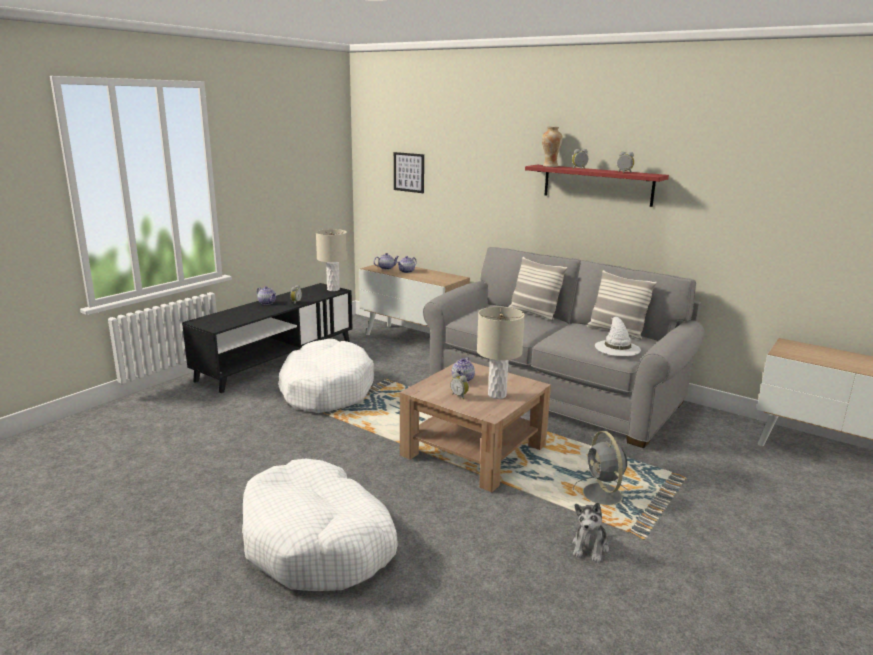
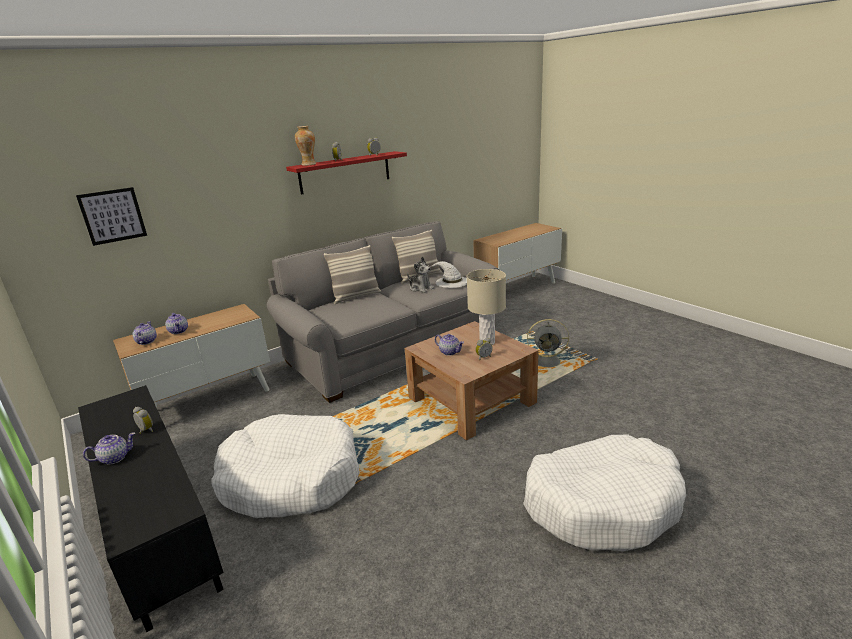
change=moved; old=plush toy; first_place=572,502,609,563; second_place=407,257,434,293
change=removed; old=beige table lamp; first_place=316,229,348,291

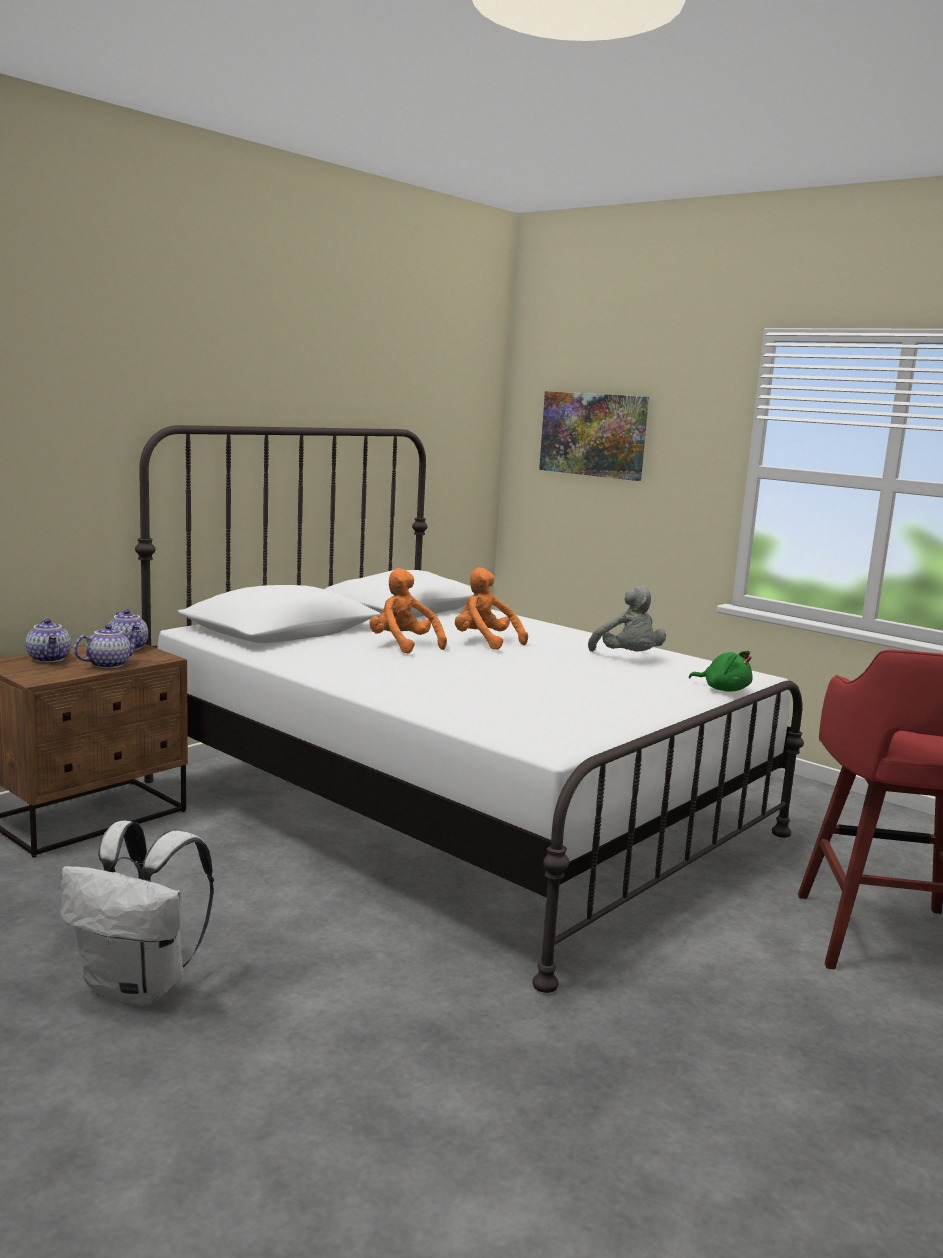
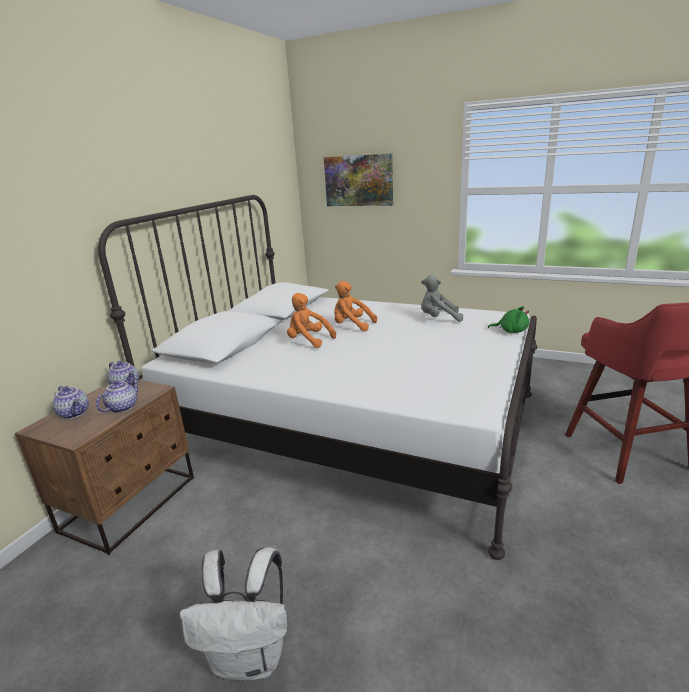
change=turned; old=grey plush toy; first_place=588,586,666,652; second_place=421,275,463,322; degrees=135

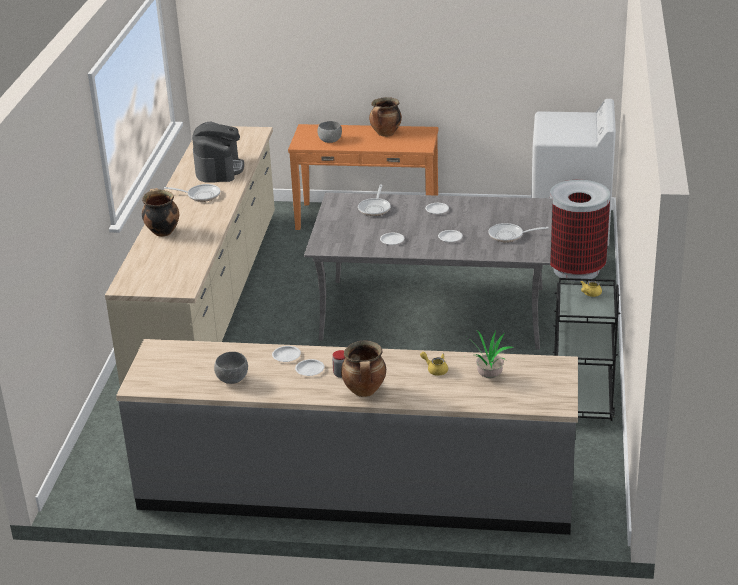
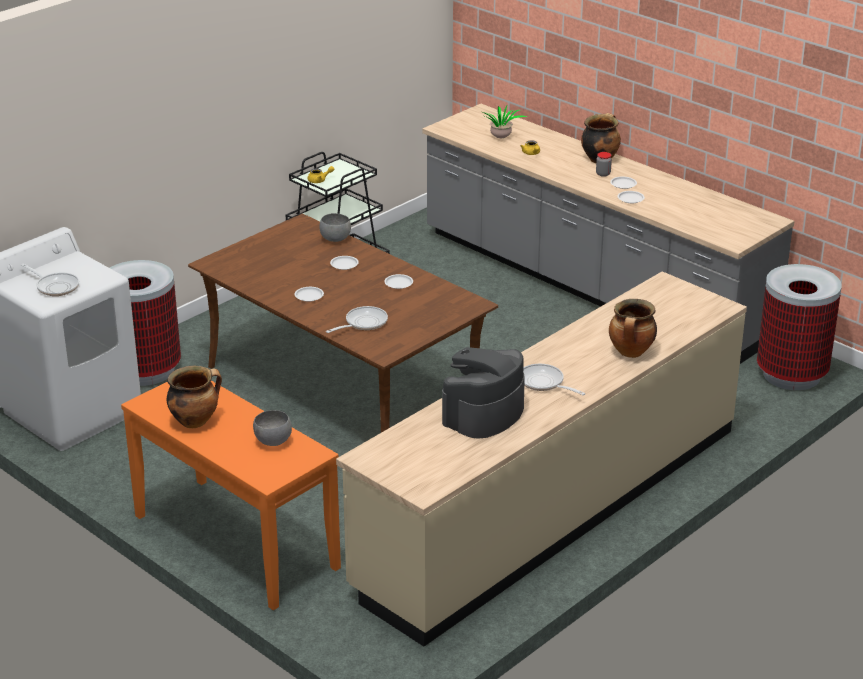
change=moved; old=frying pan; first_place=488,223,549,242; second_place=21,264,79,296
change=recoloured; old=grey dining table; new=brown dining table; first_place=304,193,553,350; second_place=188,213,498,433
change=moved; old=grey bowl; first_place=214,352,248,384; second_place=319,213,351,242
change=added; new=trash can; second_place=757,264,842,390

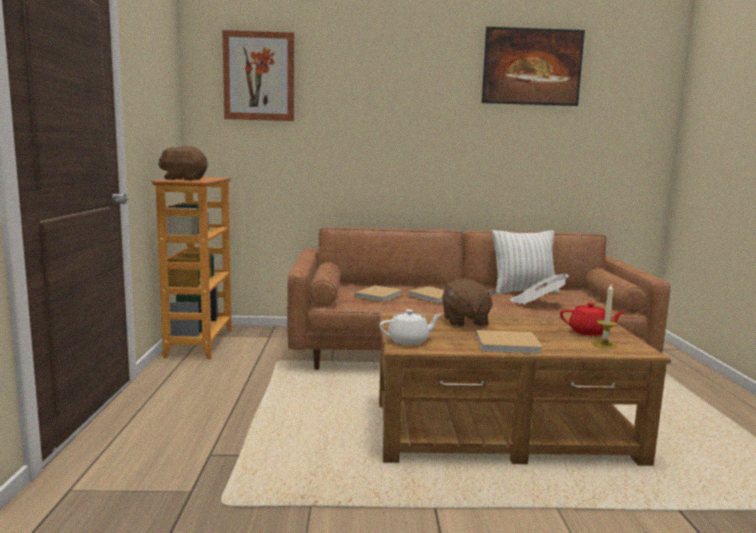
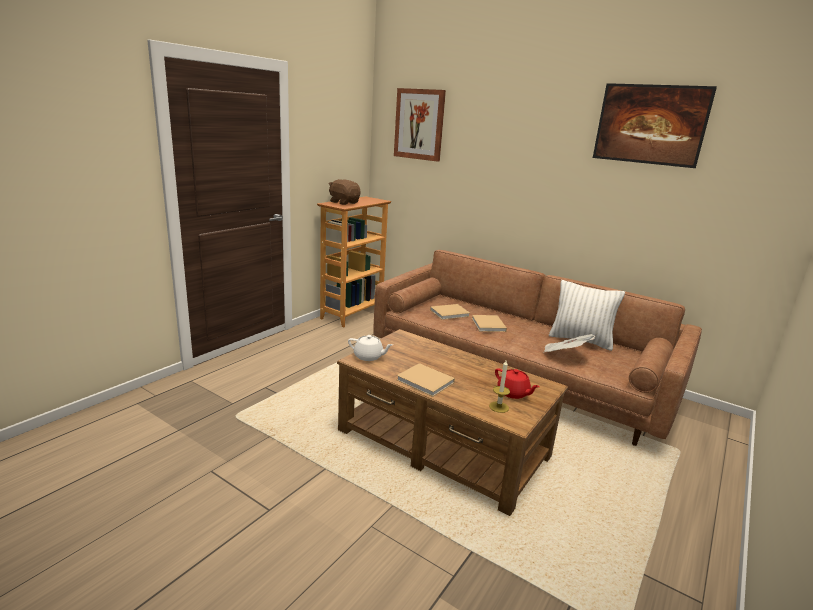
change=removed; old=brown plush toy; first_place=442,279,496,327

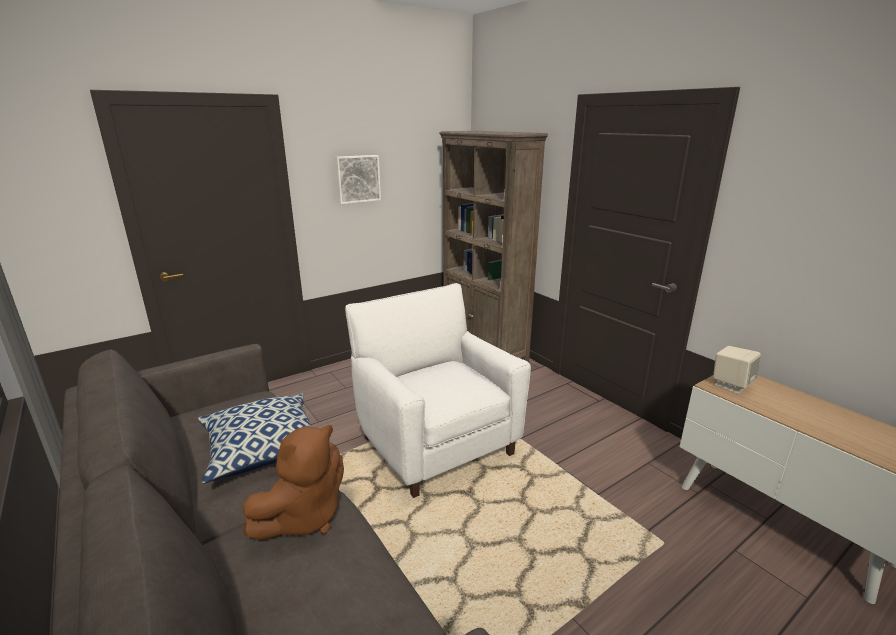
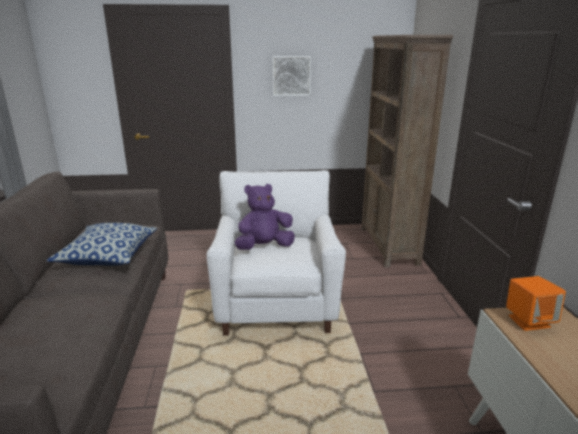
change=added; new=purple plush toy; second_place=235,184,295,250
change=recoloured; old=beige speaker; new=orange speaker; first_place=713,346,761,394; second_place=506,276,566,331
change=removed; old=brown plush toy; first_place=243,425,344,540

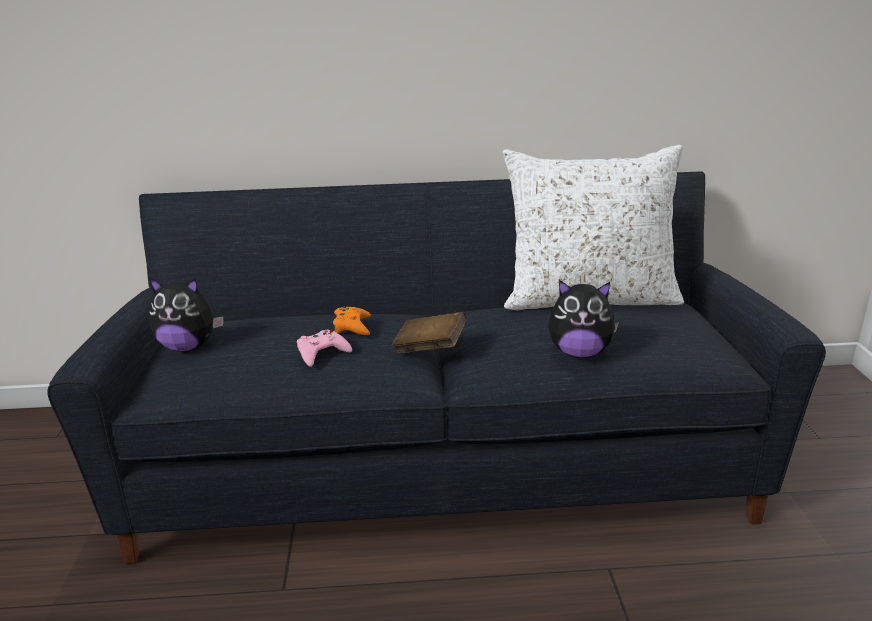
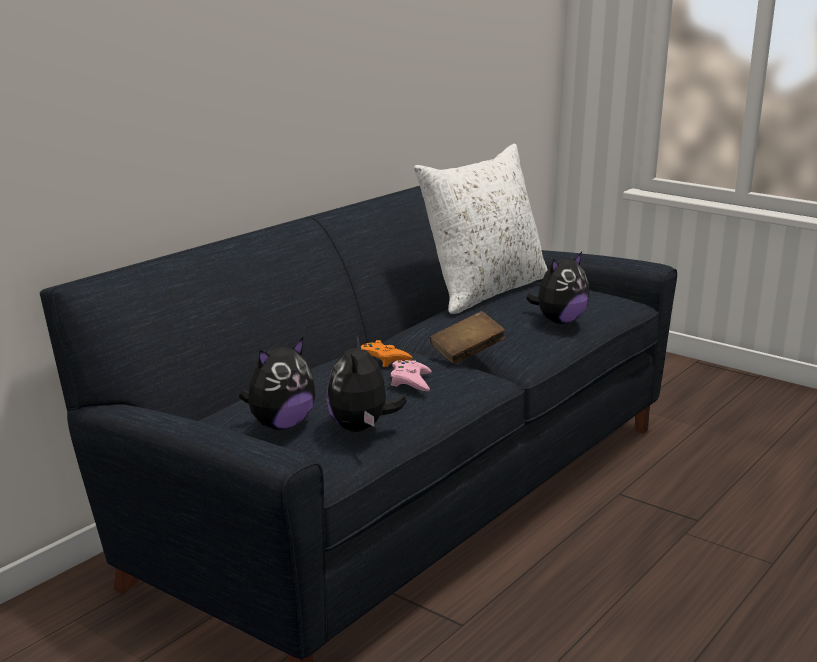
change=added; new=plush toy; second_place=327,336,406,432

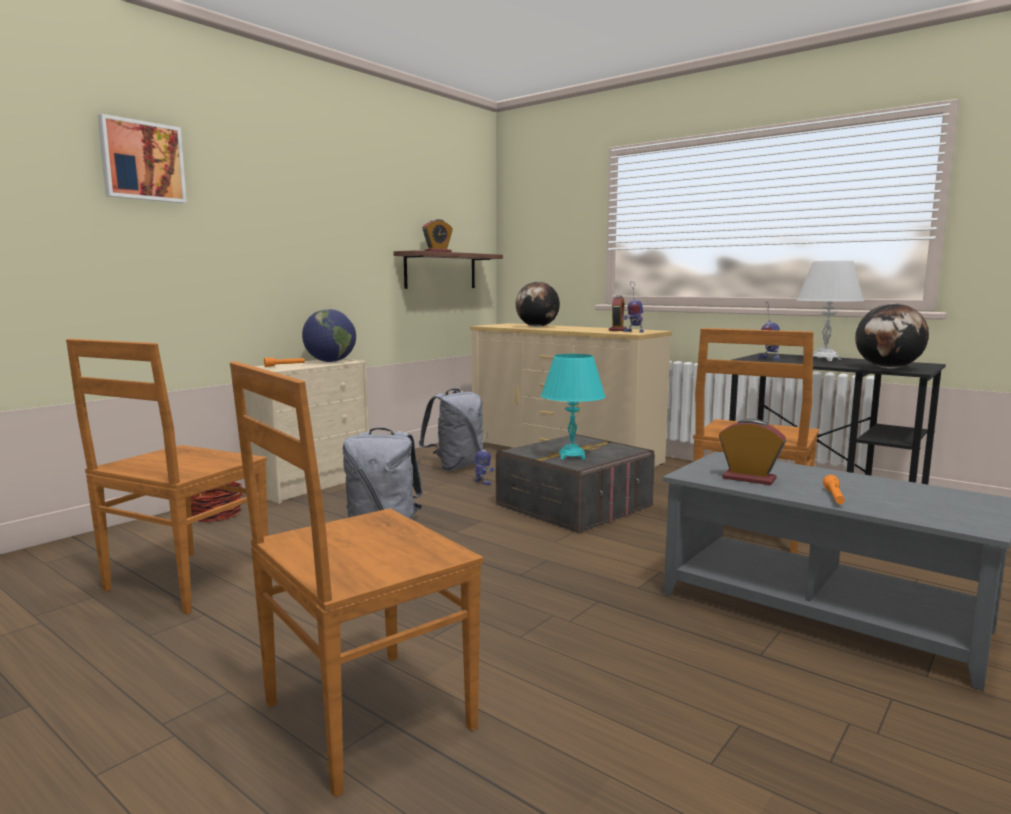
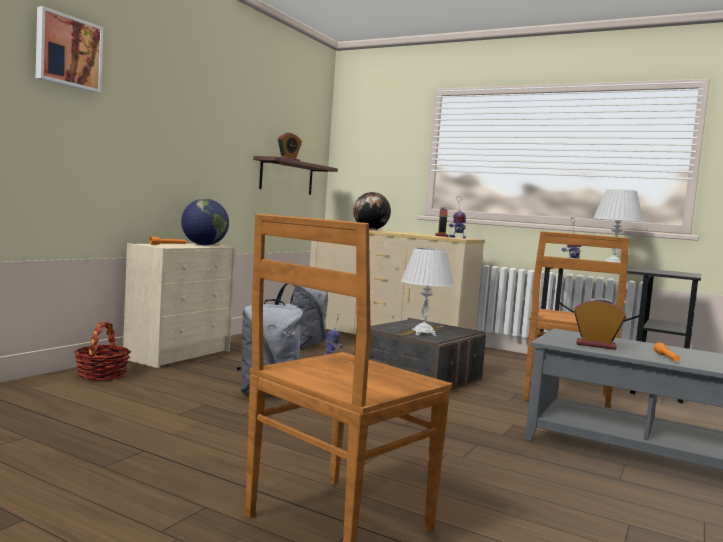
change=recoloured; old=turquoise table lamp; new=white table lamp; first_place=541,354,606,460; second_place=401,248,455,336
change=removed; old=brown chair; first_place=66,339,268,614
change=removed; old=globe; first_place=855,303,929,369

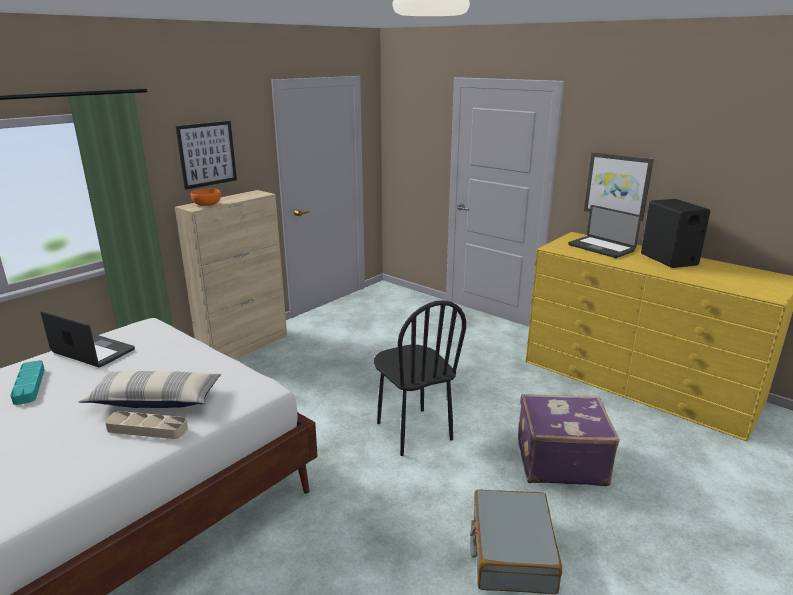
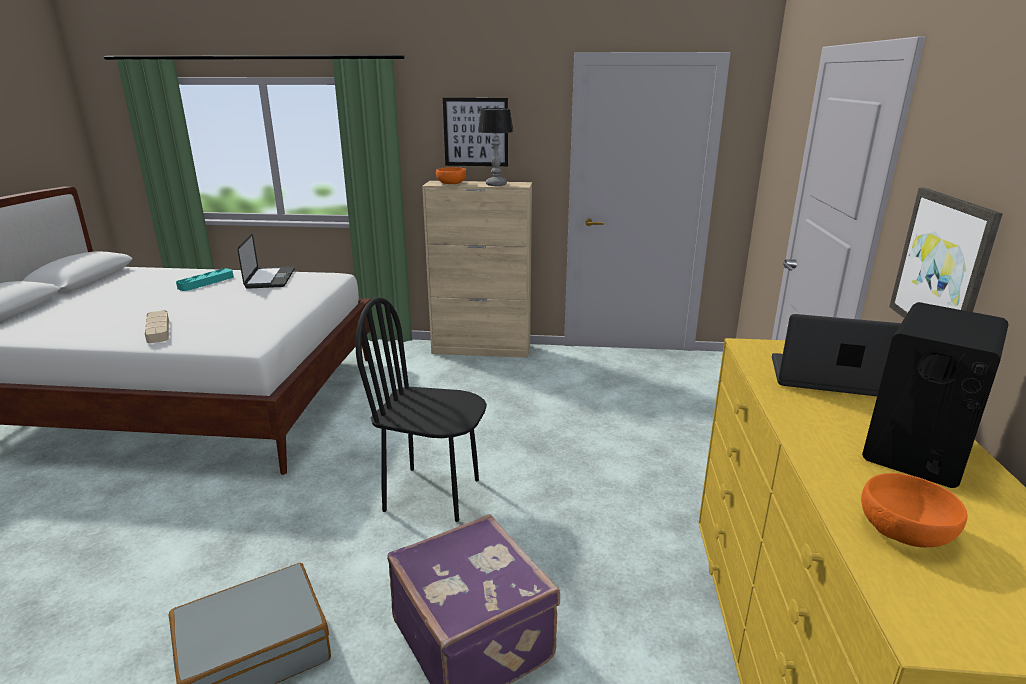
change=turned; old=black chair; first_place=374,300,466,456; second_place=355,297,487,522; degrees=75
change=added; new=table lamp; second_place=478,108,514,186
change=turned; old=laptop; first_place=568,205,641,258; second_place=772,314,901,396; degrees=90
change=added; new=orange bowl; second_place=861,473,968,547
change=removed; old=pillow; first_place=78,371,221,408

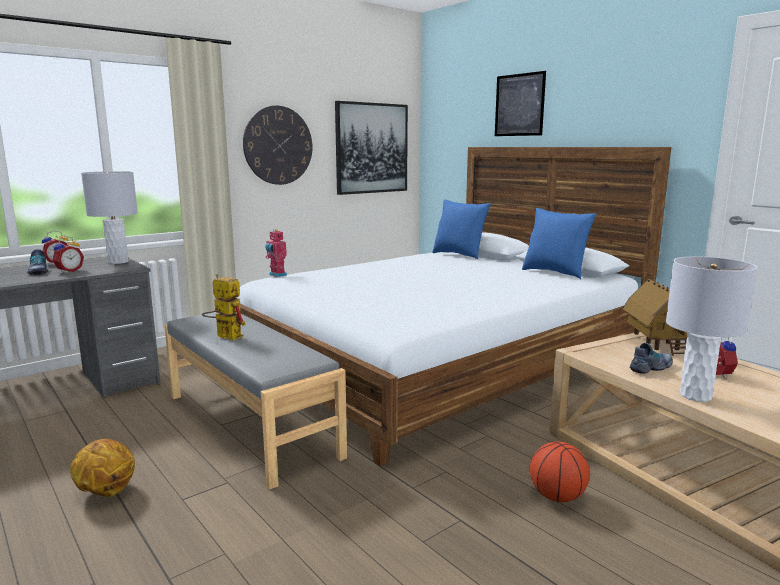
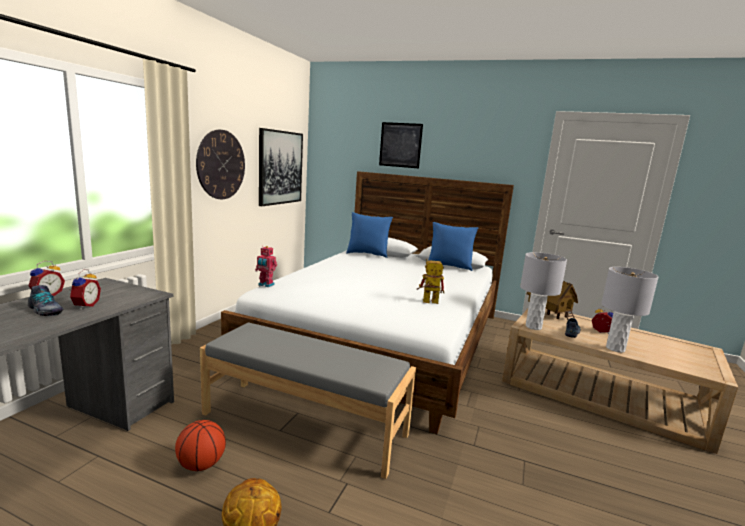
change=moved; old=basketball; first_place=530,441,590,502; second_place=175,420,226,471
change=moved; old=toy robot; first_place=202,274,246,340; second_place=417,259,444,304
change=moved; old=grey table lamp; first_place=81,171,138,264; second_place=520,252,567,330

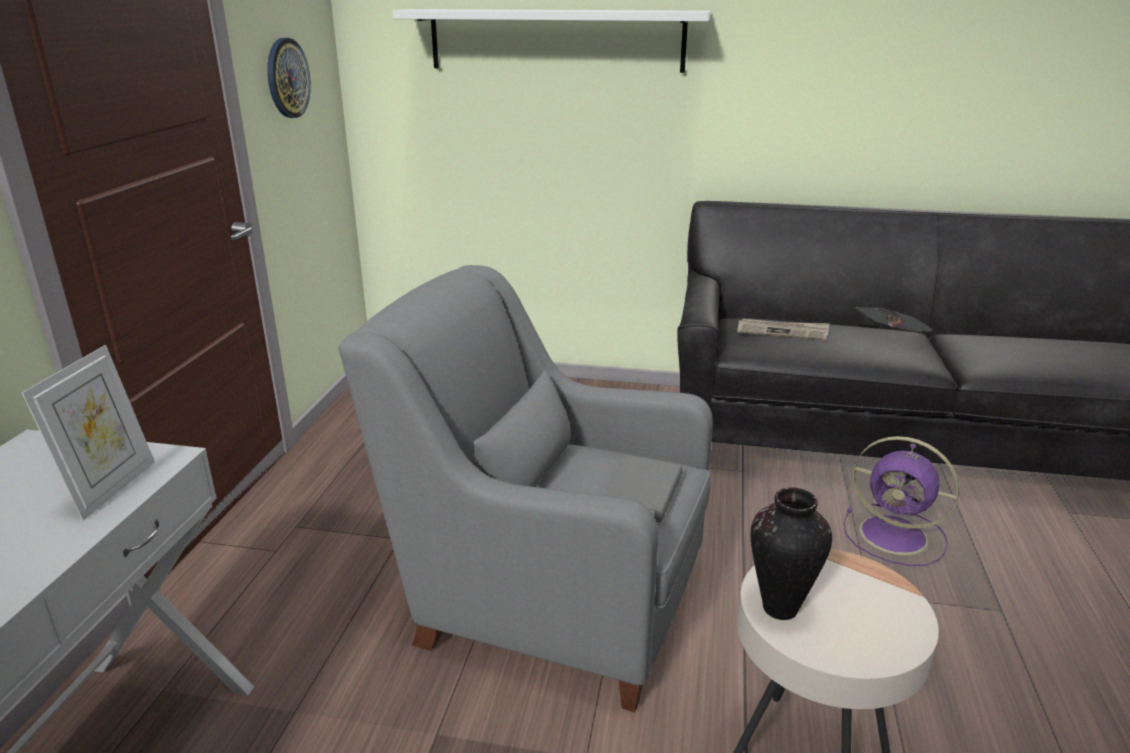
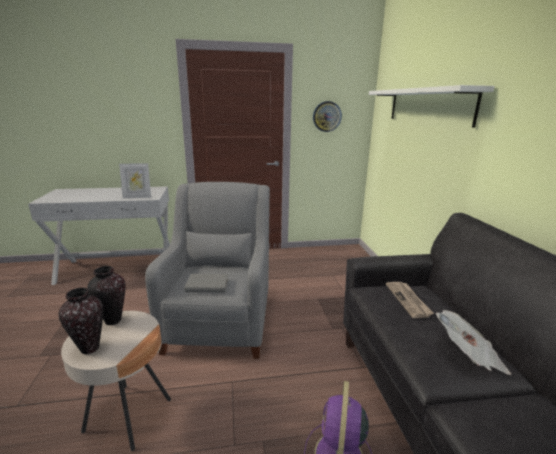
change=added; new=vase; second_place=58,287,103,354

